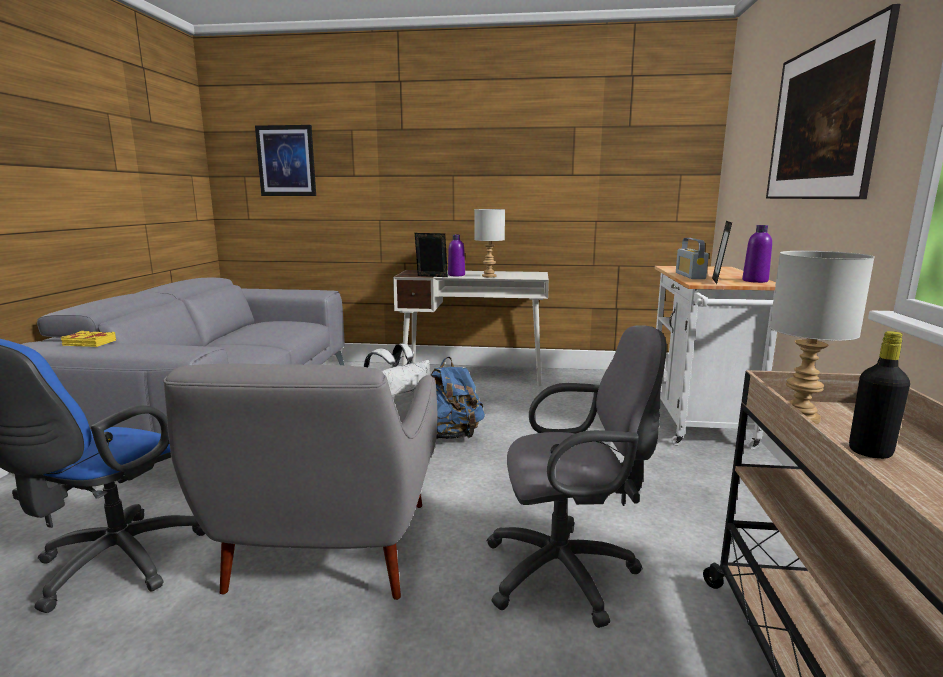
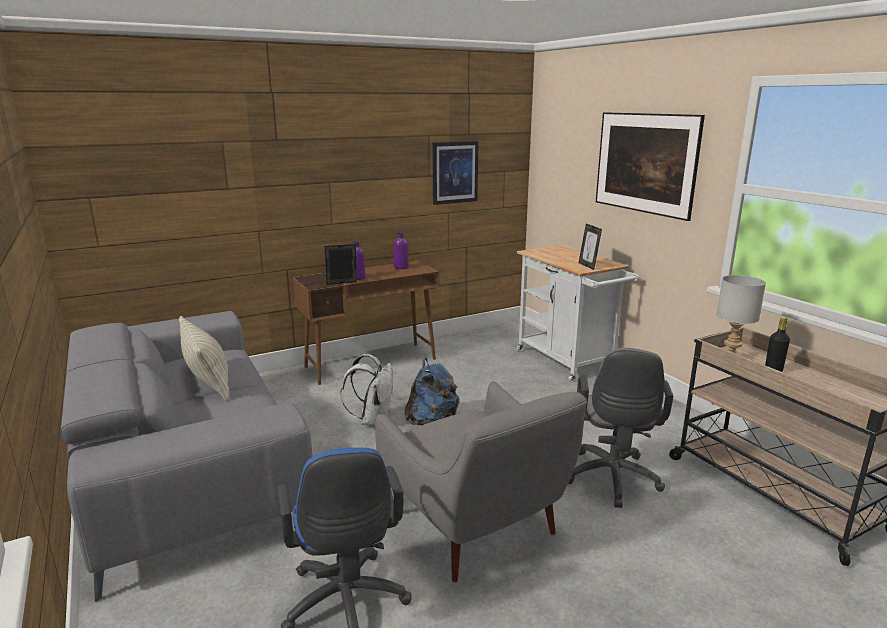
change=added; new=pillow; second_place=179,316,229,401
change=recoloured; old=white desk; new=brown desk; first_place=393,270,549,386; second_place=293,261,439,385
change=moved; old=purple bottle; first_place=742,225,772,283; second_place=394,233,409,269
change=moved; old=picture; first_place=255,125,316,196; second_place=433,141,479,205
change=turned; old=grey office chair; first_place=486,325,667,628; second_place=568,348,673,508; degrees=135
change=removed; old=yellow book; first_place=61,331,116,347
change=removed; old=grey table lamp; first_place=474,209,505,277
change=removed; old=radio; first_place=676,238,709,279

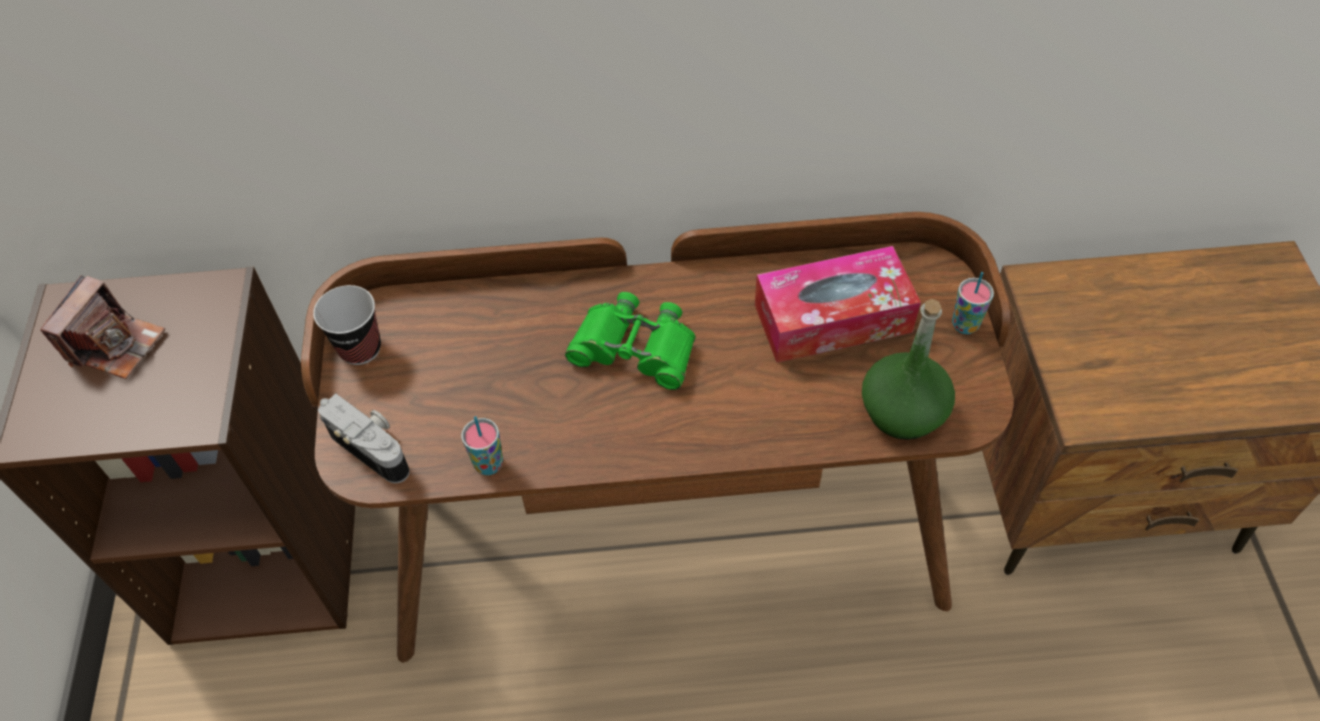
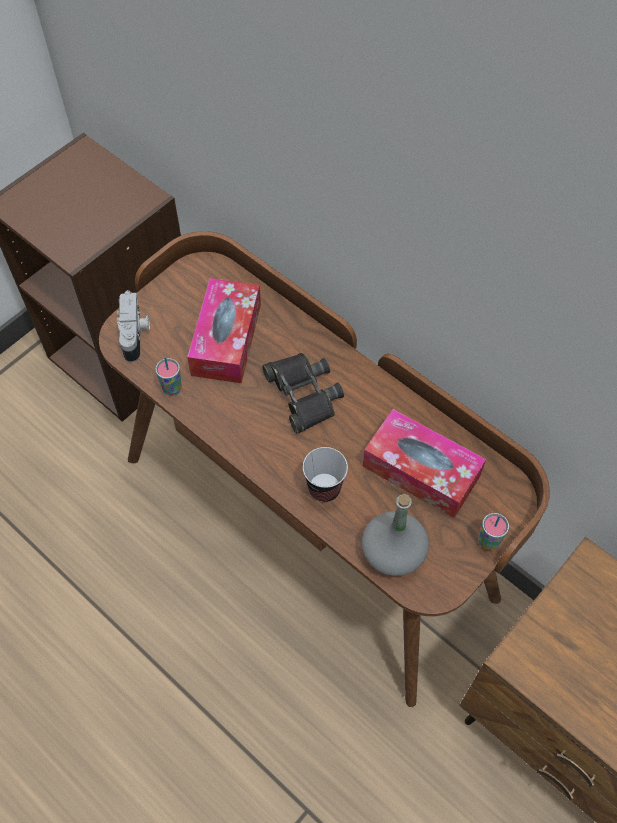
change=added; new=tissue box; second_place=187,278,261,383
change=recoloured; old=green binoculars; new=black binoculars; first_place=565,292,696,390; second_place=262,353,344,434
change=moved; old=cup; first_place=313,285,381,365; second_place=303,447,348,502
change=recoloured; old=green bottle; new=grey bottle; first_place=862,299,955,440; second_place=361,494,429,576
change=removed; old=photo camera; first_place=40,275,165,379

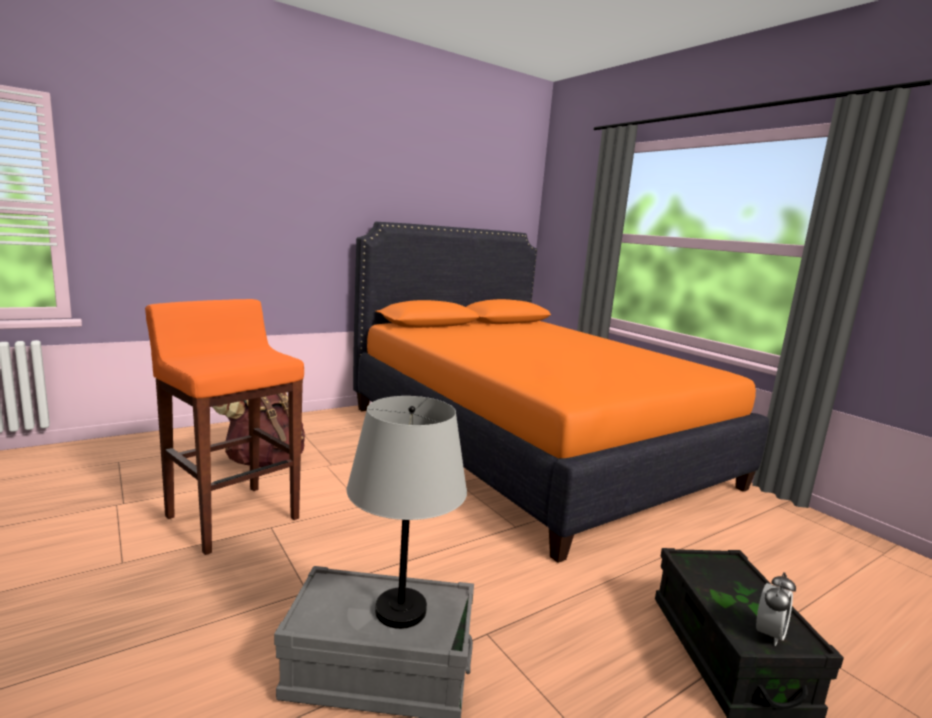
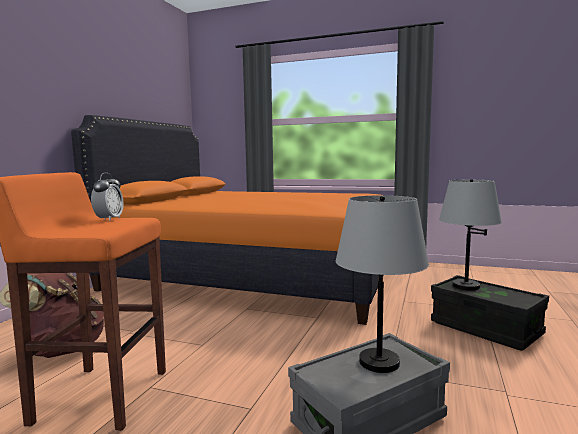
change=moved; old=alarm clock; first_place=756,572,796,646; second_place=91,172,123,221
change=added; new=grey table lamp; second_place=439,179,502,291

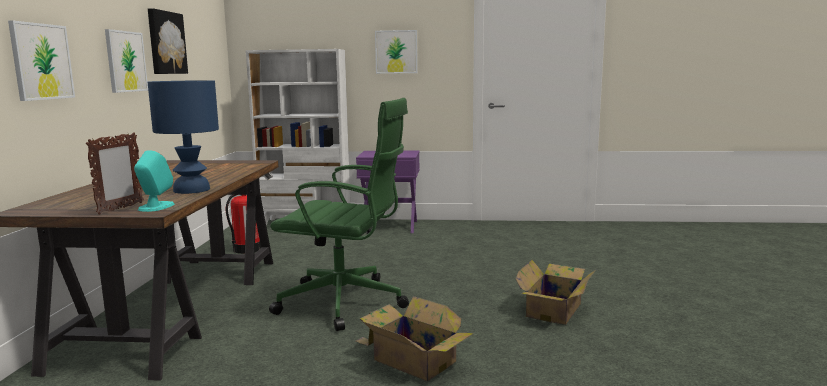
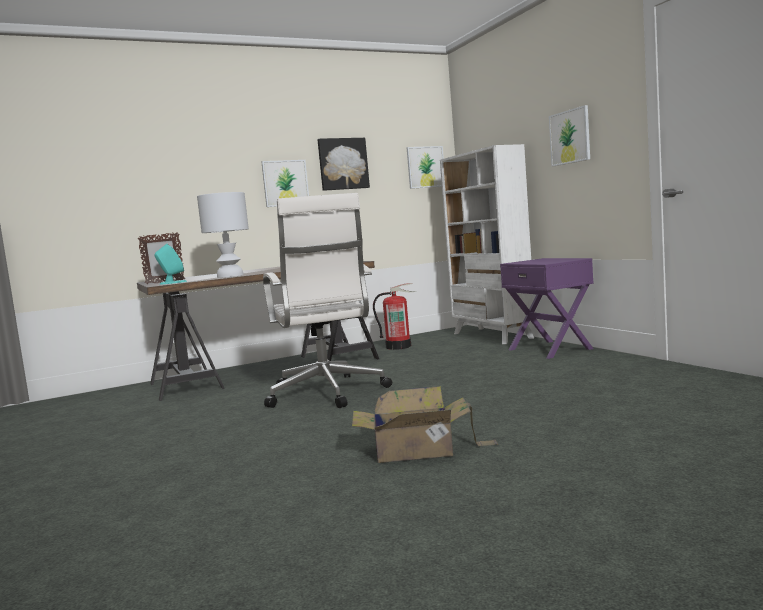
change=recoloured; old=blue table lamp; new=white table lamp; first_place=148,80,219,194; second_place=197,192,249,278
change=recoloured; old=green office chair; new=white office chair; first_place=269,98,409,331; second_place=263,193,392,408
change=moved; old=picture; first_place=8,20,75,101; second_place=407,146,444,189
change=removed; old=cardboard box; first_place=355,296,473,381

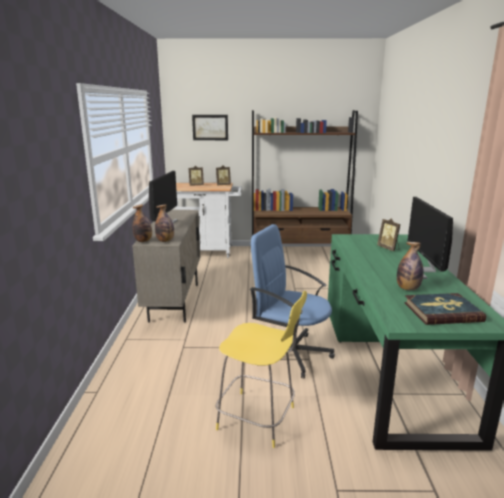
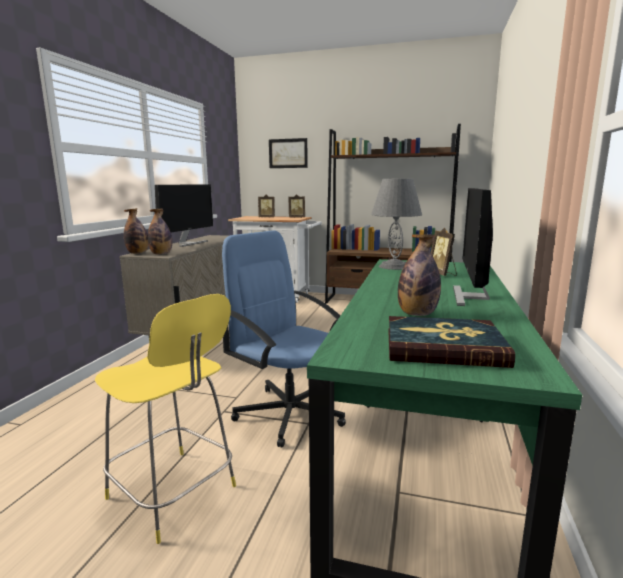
change=added; new=grey table lamp; second_place=371,178,422,270

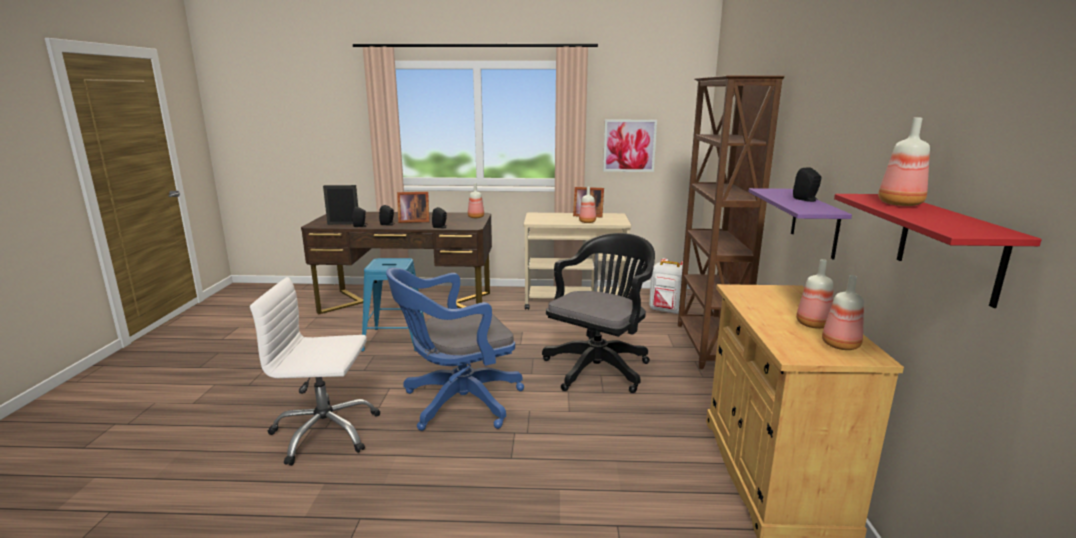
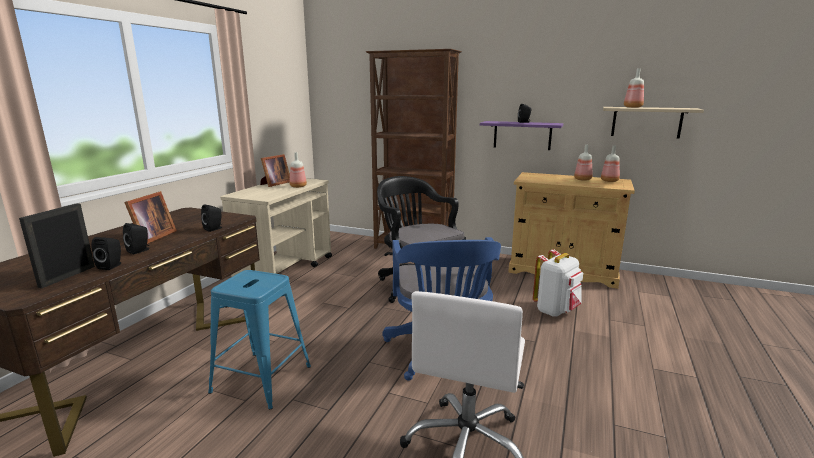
change=moved; old=white backpack; first_place=649,258,689,314; second_place=533,249,583,317
change=recoloured; old=red shelf; new=beige shelf; first_place=834,194,1042,308; second_place=603,107,704,139
change=removed; old=bottle; first_place=468,183,484,218
change=removed; old=picture; first_place=603,120,657,172

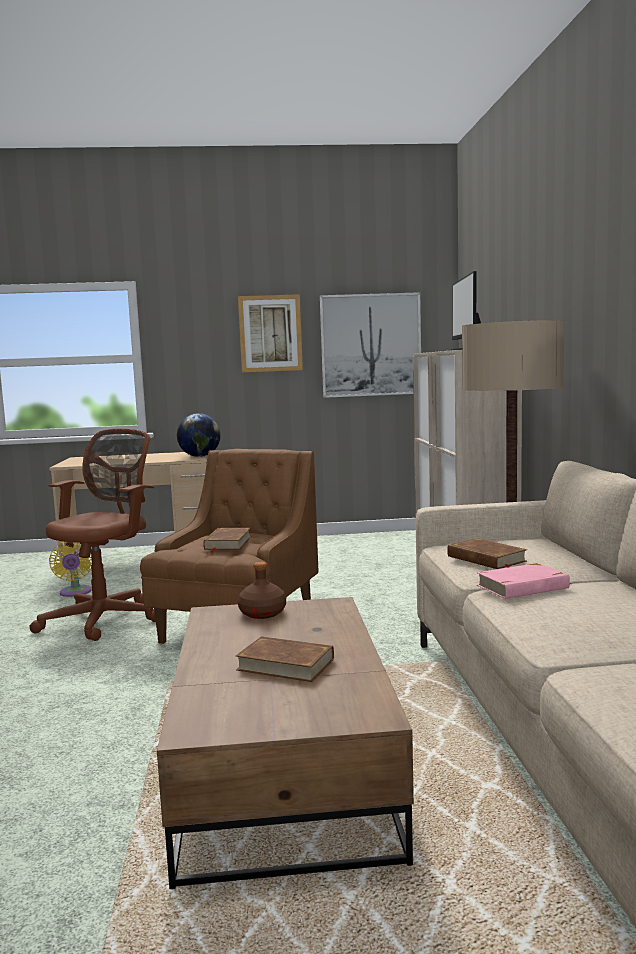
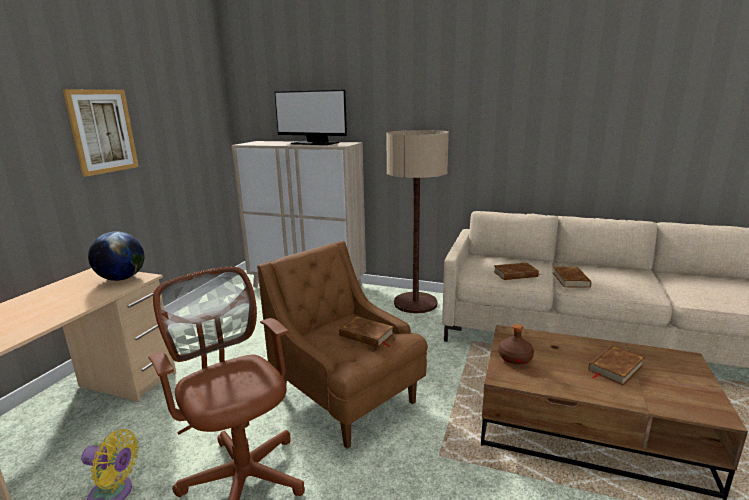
change=recoloured; old=pink book; new=brown book; first_place=477,563,571,599; second_place=553,267,592,288
change=removed; old=picture; first_place=320,292,421,398

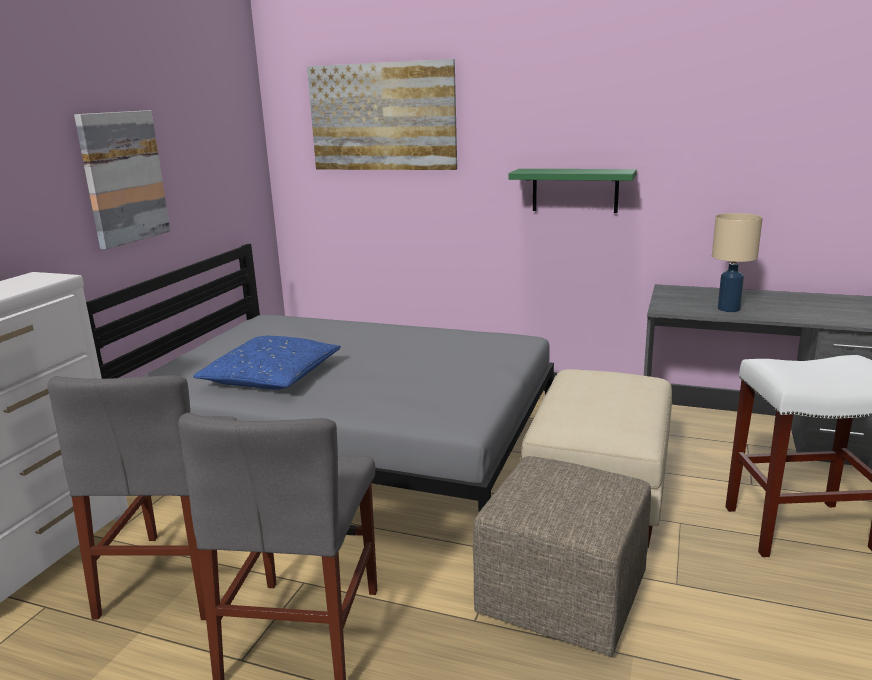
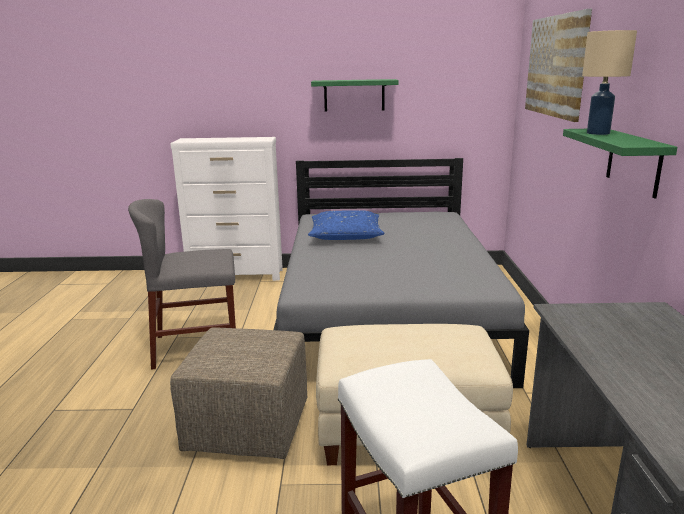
change=replaced; old=picture; new=green shelf; first_place=74,110,171,249; second_place=311,79,399,112
change=moved; old=beige table lamp; first_place=712,213,763,312; second_place=582,30,637,135
change=removed; old=grey chair; first_place=47,375,237,620

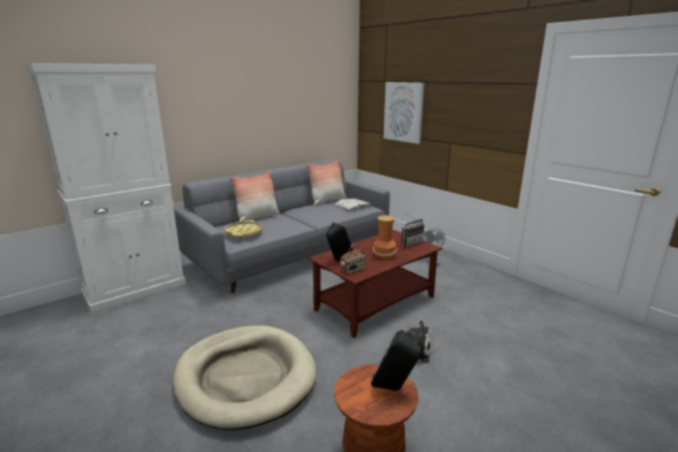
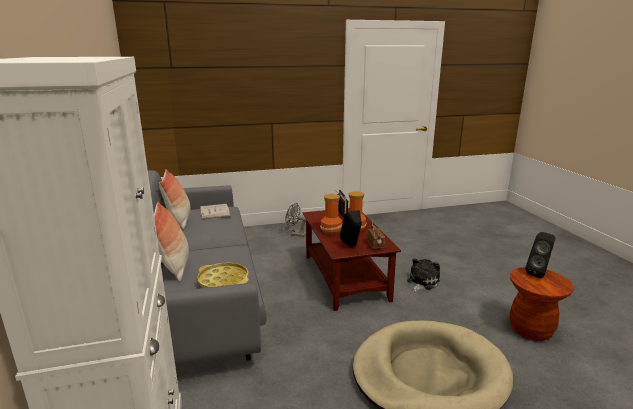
change=added; new=vase; second_place=320,194,342,235
change=removed; old=picture; first_place=384,82,424,144

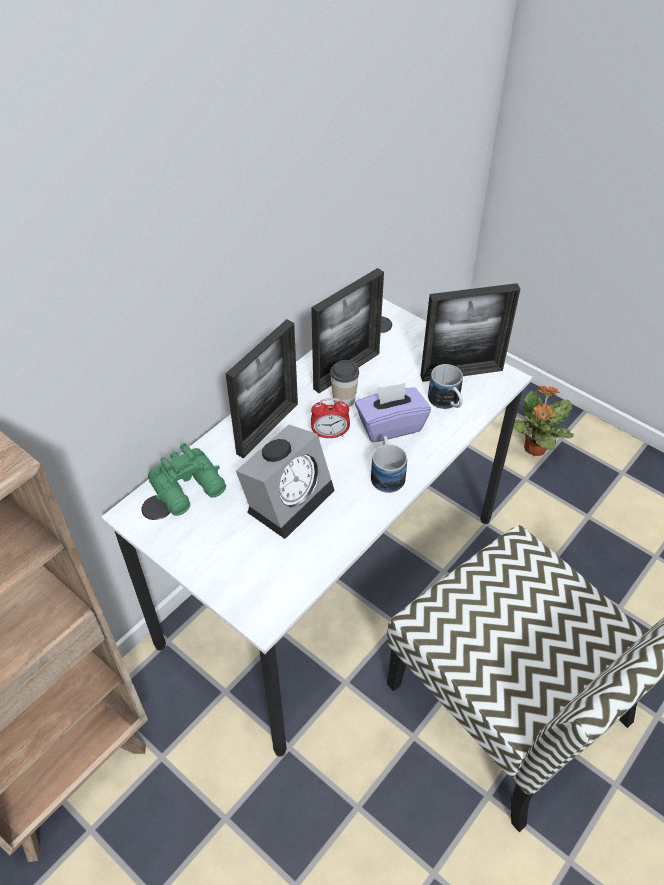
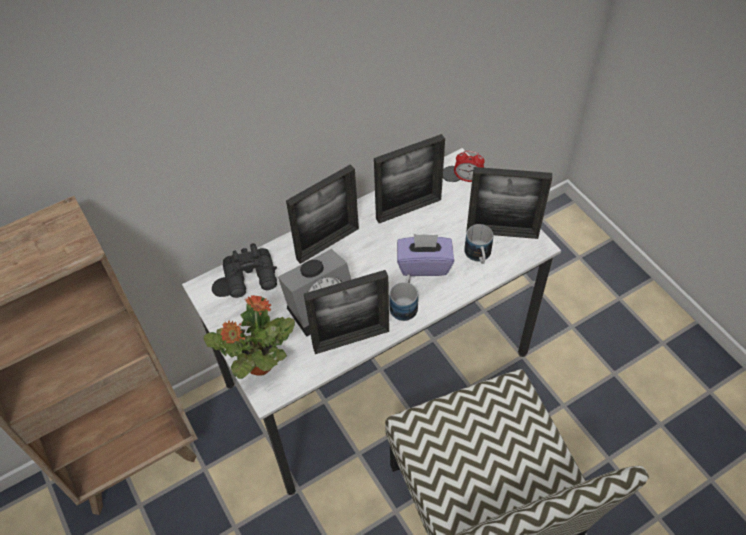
change=moved; old=potted plant; first_place=514,385,574,456; second_place=204,295,295,379
change=recoloured; old=green binoculars; new=black binoculars; first_place=148,443,226,516; second_place=223,243,277,298
change=added; new=picture frame; second_place=304,270,389,354
change=moved; old=alarm clock; first_place=311,398,350,438; second_place=454,151,485,182
change=removed; old=cup; first_place=330,360,359,407

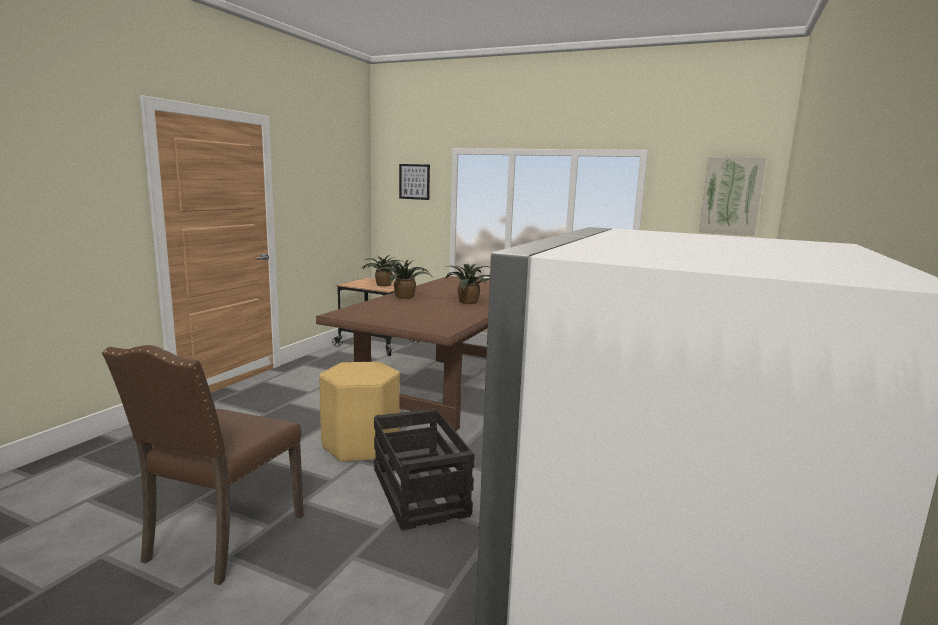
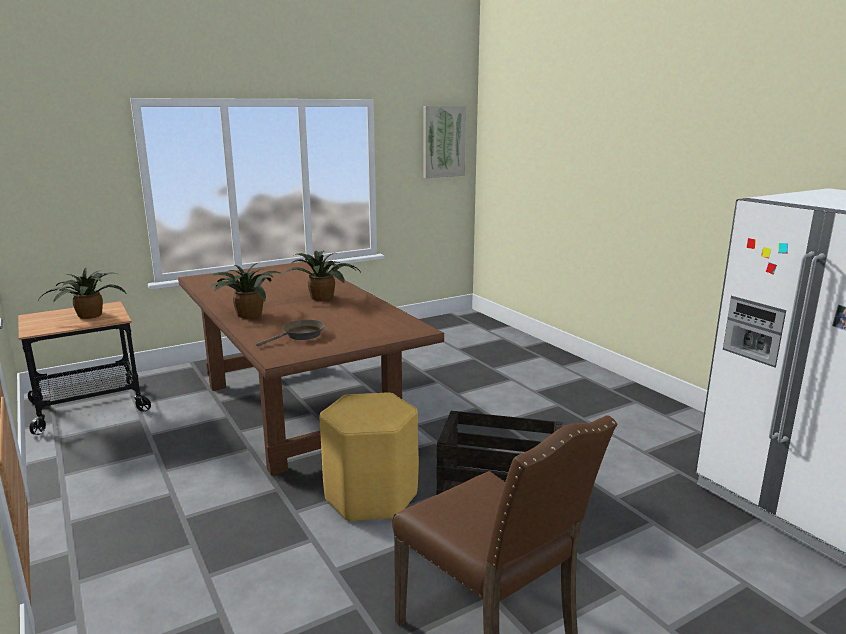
change=added; new=brown frying pan; second_place=256,320,325,346
change=removed; old=picture; first_place=399,164,430,200

